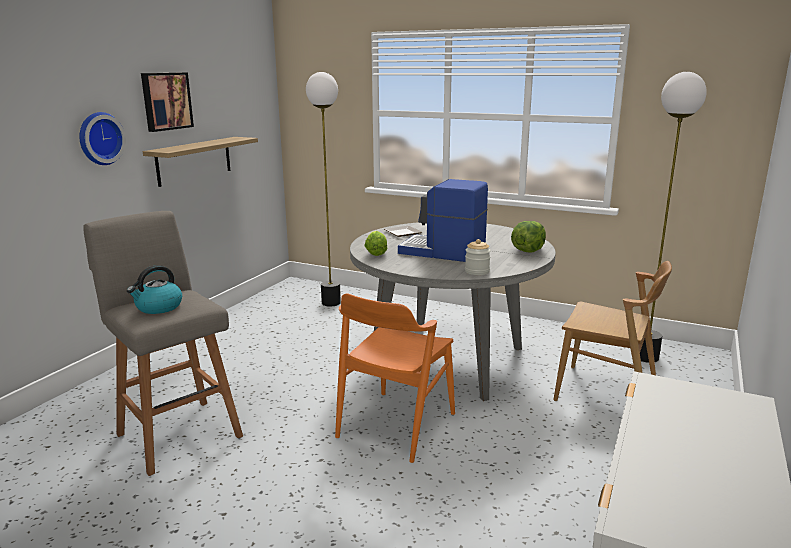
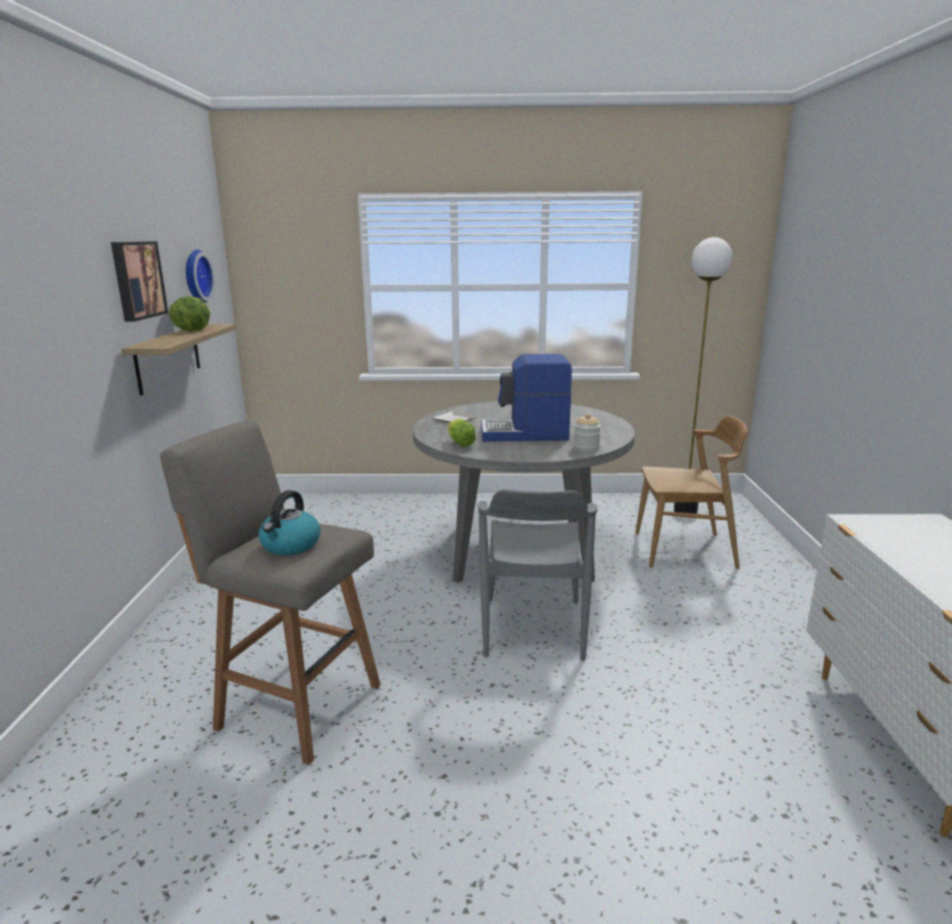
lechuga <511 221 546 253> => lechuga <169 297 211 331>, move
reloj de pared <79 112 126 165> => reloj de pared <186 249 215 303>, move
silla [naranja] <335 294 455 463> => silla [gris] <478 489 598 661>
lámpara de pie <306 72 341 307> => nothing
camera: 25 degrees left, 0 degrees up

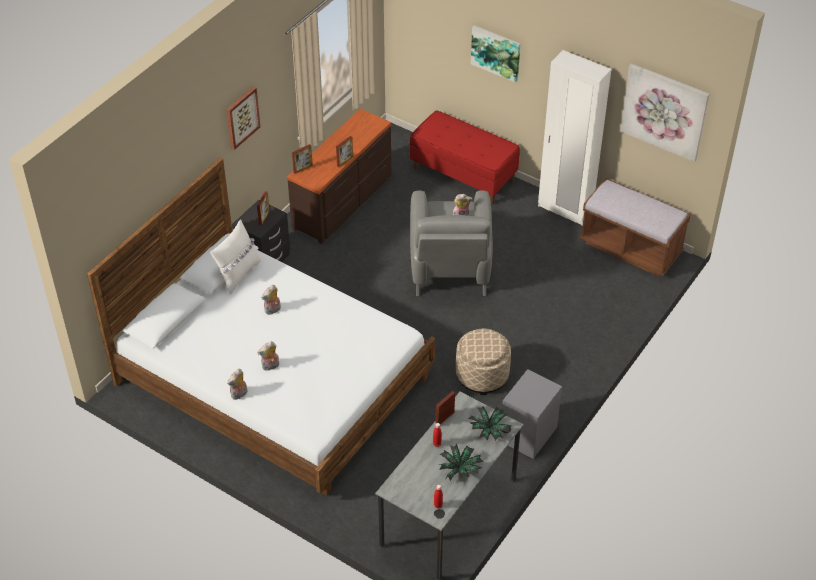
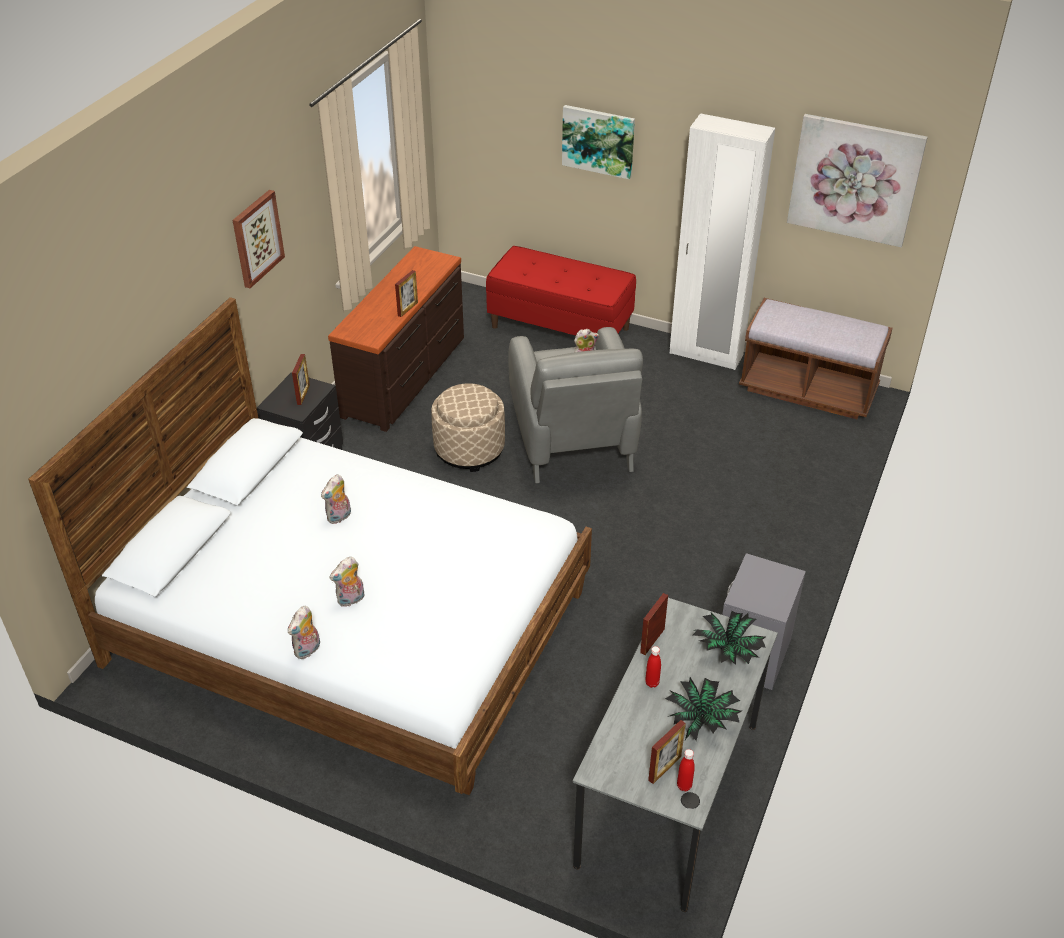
puf [beis] <456 329 511 395> => puf [beis] <431 383 505 472>, move
portarretratos <292 144 313 174> => portarretratos <648 720 686 784>, move
cojín [blanco] <210 219 261 294> => nothing
camera: 10 degrees left, 5 degrees down

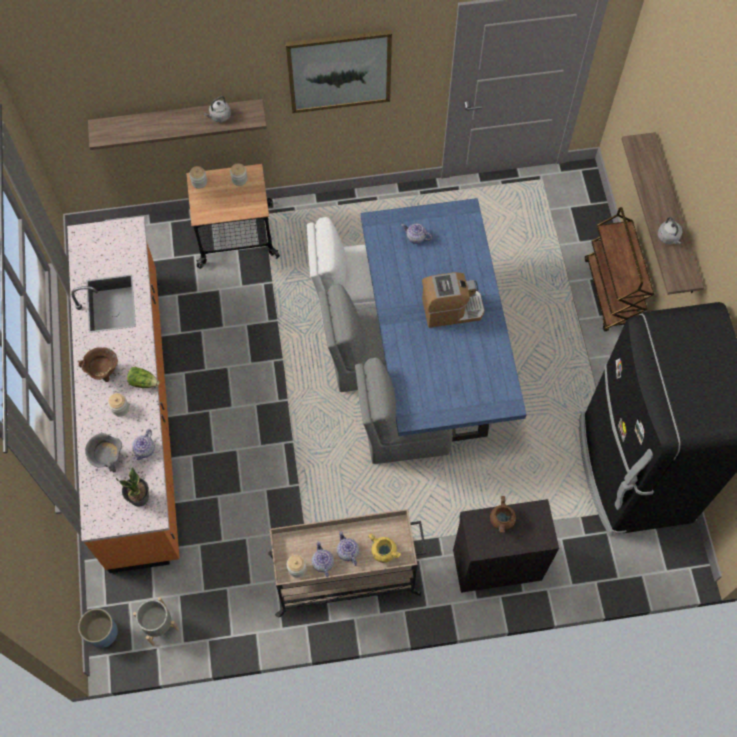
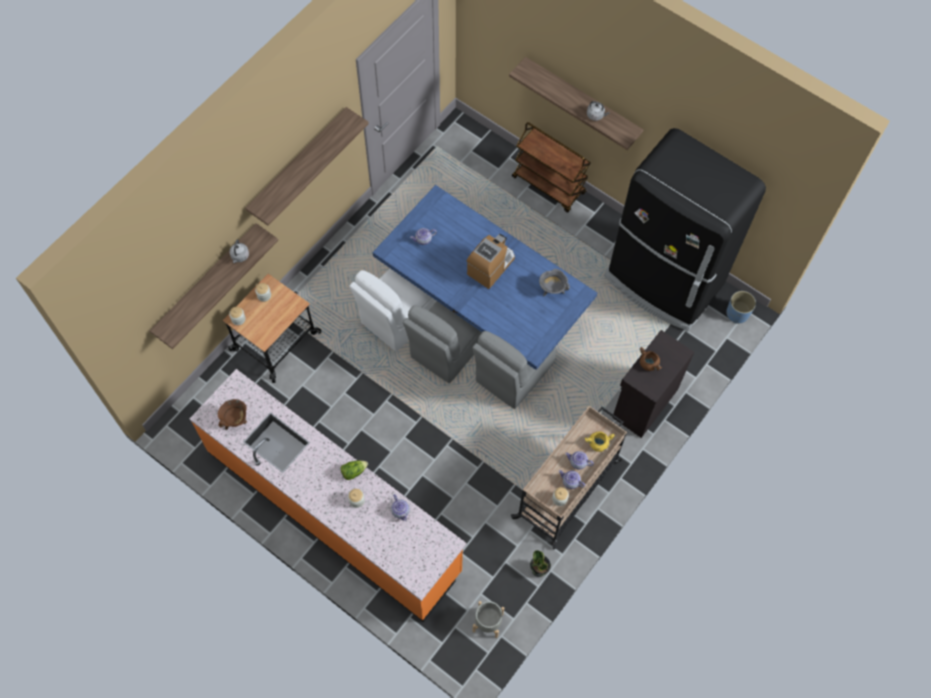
olla [marrón] <79 347 118 382> => olla [marrón] <218 399 247 430>, move
cuadro <285 30 392 113> => estante <245 107 369 226>
planta en maceta <116 467 149 507> => planta en maceta <530 550 551 577>, move
olla [gris] <85 433 122 472> => olla [gris] <539 269 570 297>, move
maceta [azul] <78 608 118 648> => maceta [azul] <726 291 756 324>, move
camera: 45 degrees left, 0 degrees up

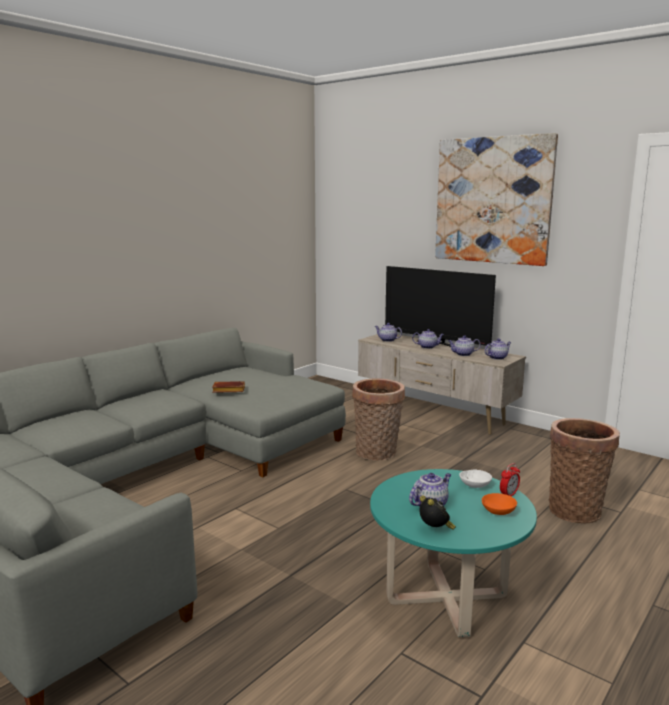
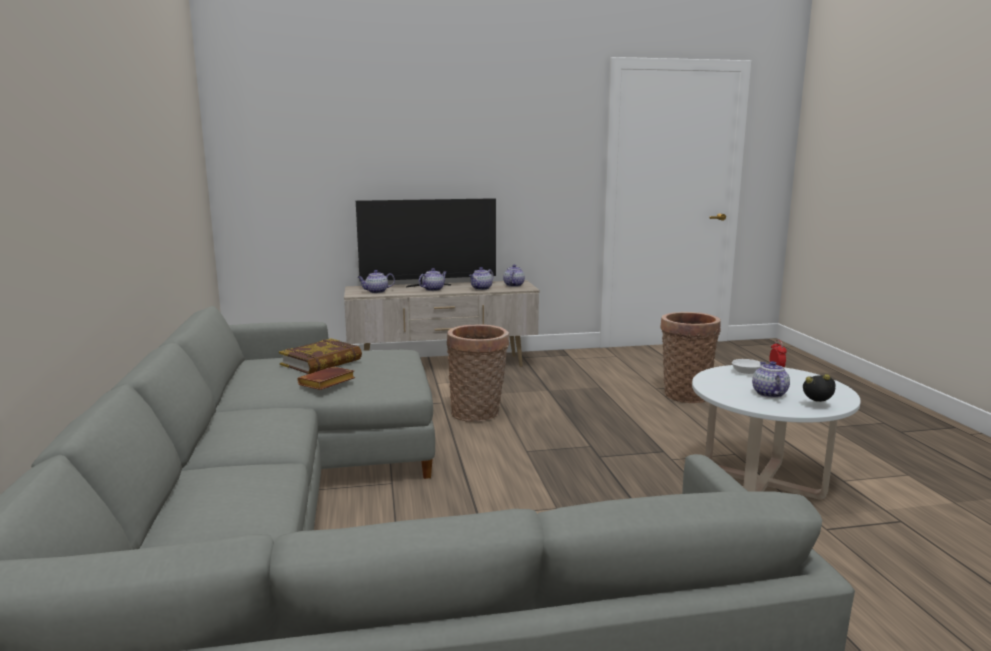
nothing => libro <279 338 362 374>
mesa de centro [turquesa] <370 469 537 637> => mesa de centro [blanco] <692 365 861 500>
cuadro <435 133 558 266> => nothing
cuenco [naranja] <482 493 517 515> => nothing
camera: 50 degrees left, 0 degrees up

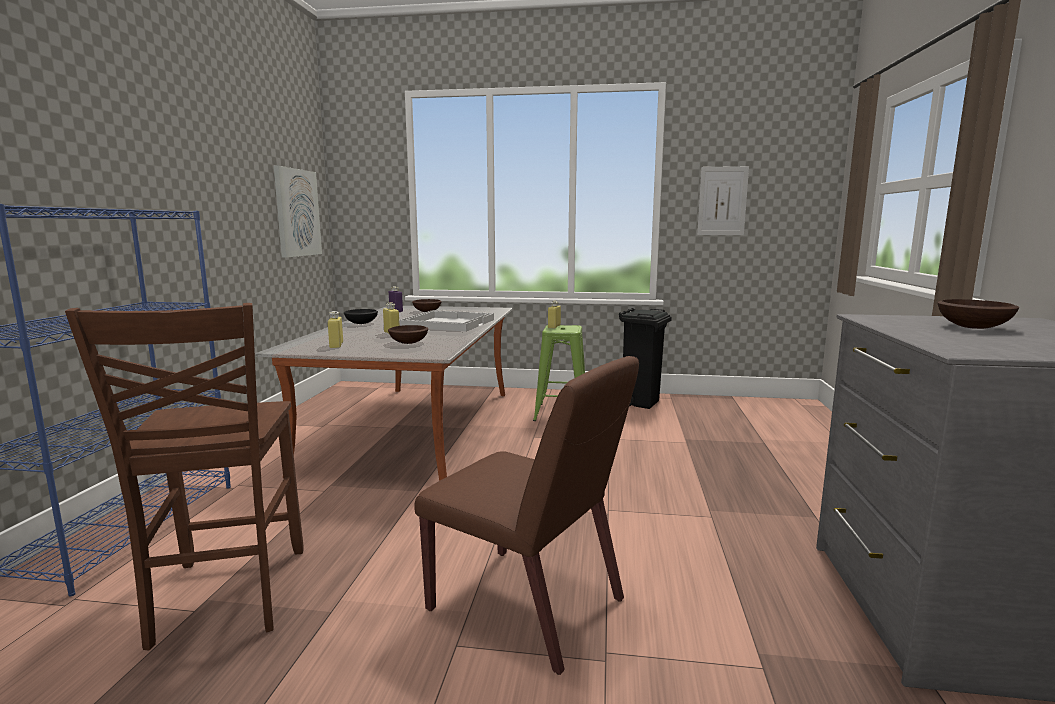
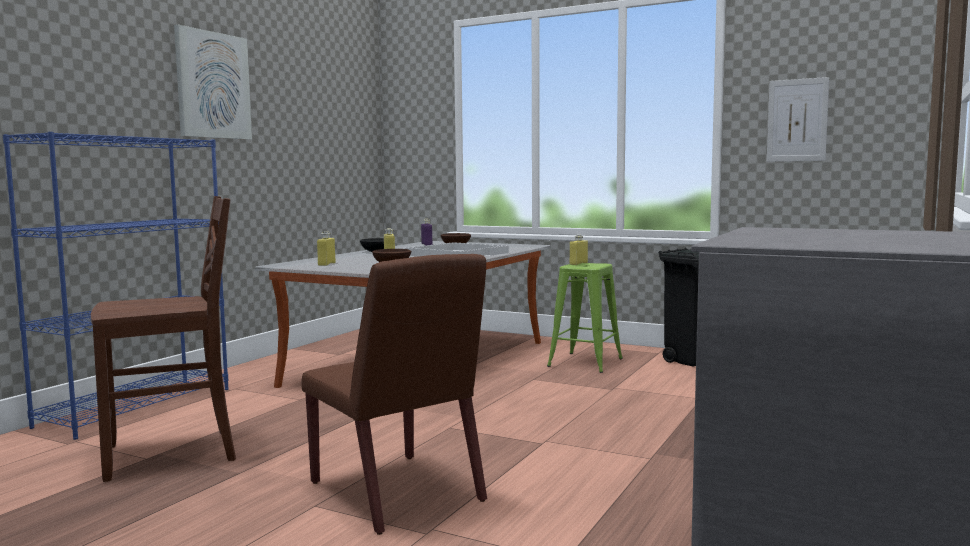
silla [marrón] <65 303 304 650> => silla [marrón] <91 196 236 482>, 120 degrees counterclockwise
cuadro <274 166 322 258> => cuadro <174 25 252 140>, move
cuenco [marrón] <938 299 1019 329> => nothing
camera: 20 degrees right, 5 degrees down

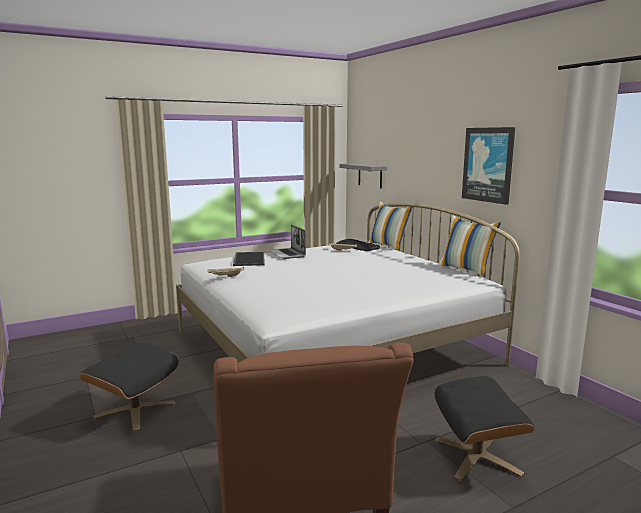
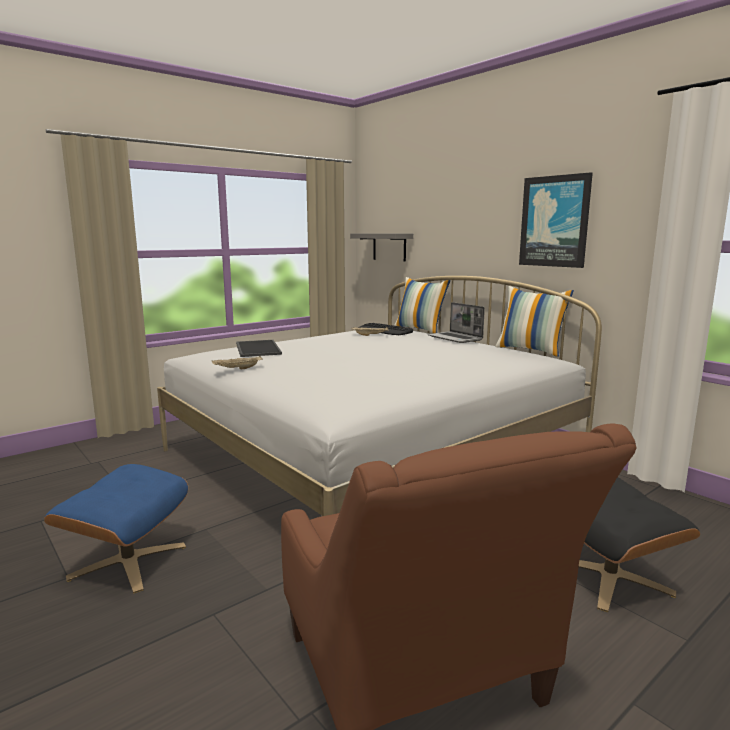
puf [negro] <79 342 179 432> => puf [azul] <44 464 188 593>
portátil <268 224 306 259> => portátil <428 302 485 343>, move
camera: 10 degrees left, 0 degrees up

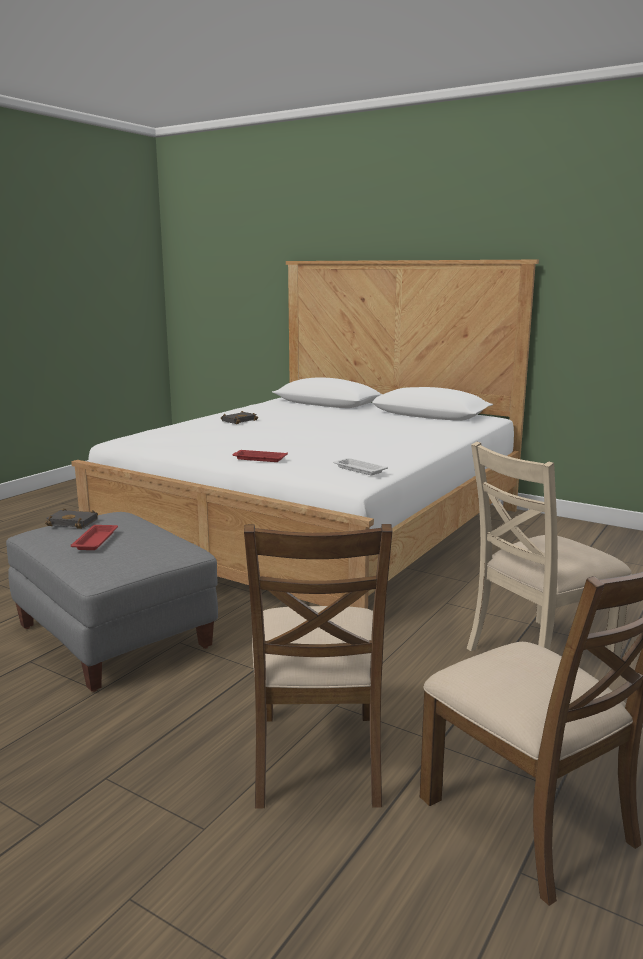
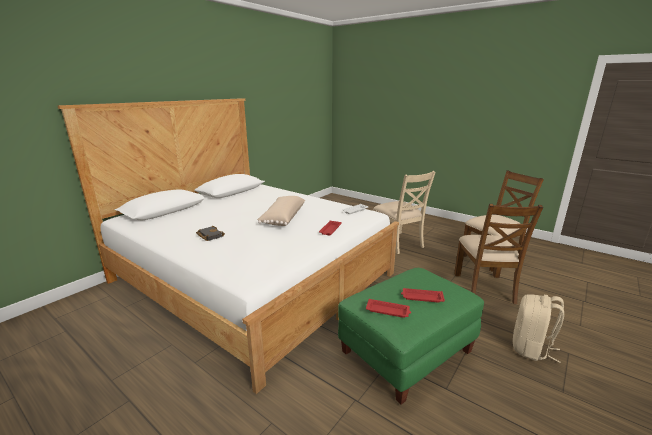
nothing => cojín [beis] <257 196 305 226>
puf [gris] <6 512 218 692> => puf [verde] <338 268 484 405>
libro [negro] <45 508 98 529> => bandeja [rojo] <366 299 411 318>
silla [marrón] <244 524 392 808> => silla [marrón] <454 204 543 304>, 90 degrees clockwise
nothing => mochila [beis] <513 294 564 363>
camera: 85 degrees left, 5 degrees up

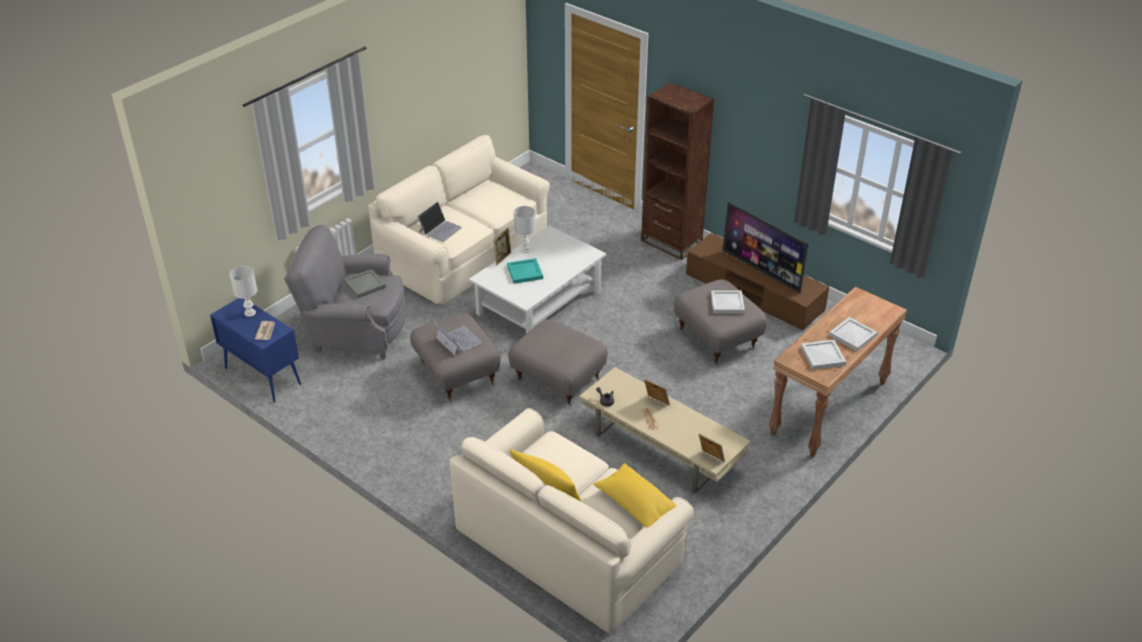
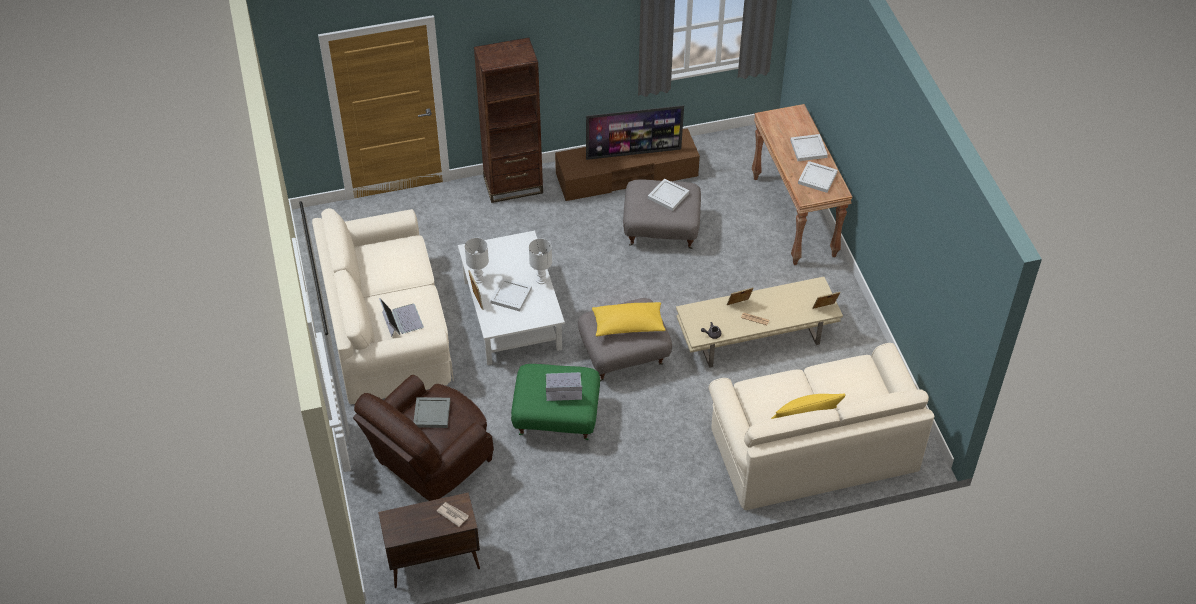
sillón [gris] <284 225 406 360> => sillón [marrón] <353 375 494 501>
armario [azul] <210 298 301 402> => armario [marrón] <378 492 480 588>
bandeja [turquesa] <507 258 543 284> => bandeja [blanco] <490 278 532 312>
puf [gris] <410 313 501 401> => puf [verde] <511 364 600 440>
lámpara de mesa [blanco] <230 266 257 317> => lámpara de mesa [blanco] <529 239 552 284>, move
cojín [amarillo] <593 463 677 527> => cojín [amarillo] <592 302 665 336>, move
camera: 55 degrees left, 10 degrees up

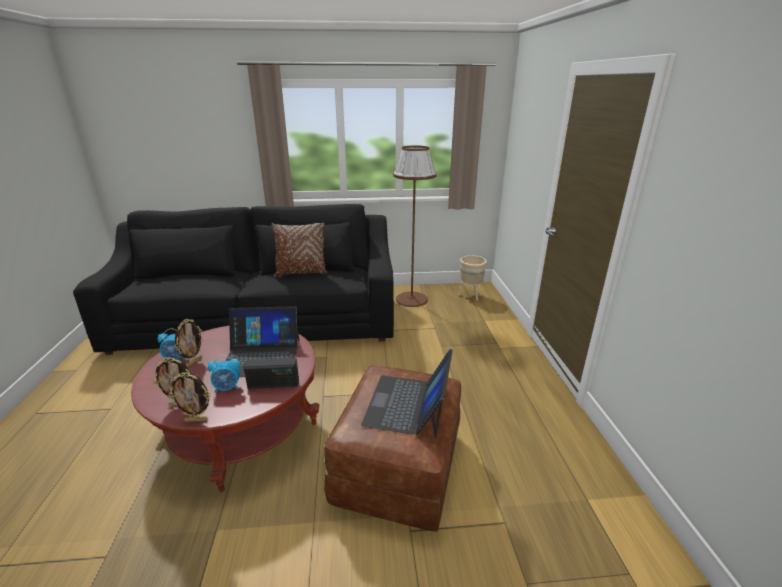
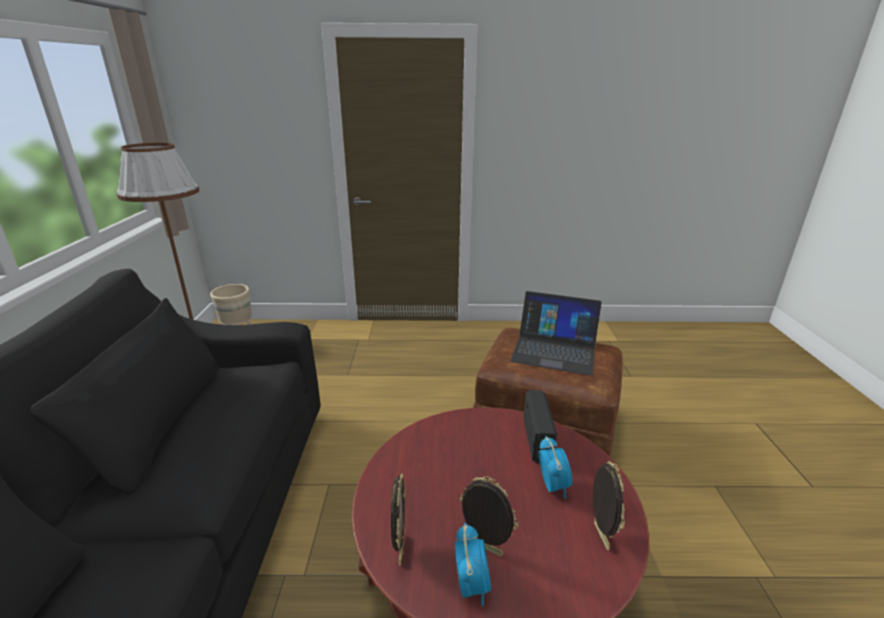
portarretratos <168 372 211 422> => portarretratos <391 473 405 566>, move
portátil <225 306 299 377> => nothing
cojín [marrón] <271 222 328 277> => nothing
camera: 85 degrees left, 0 degrees up

